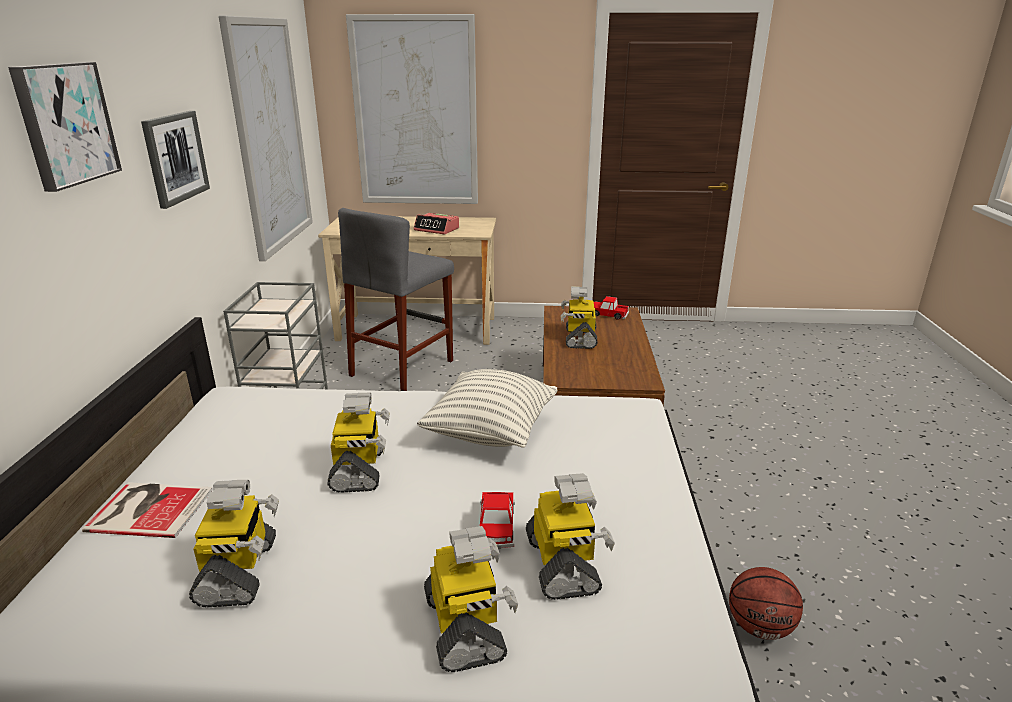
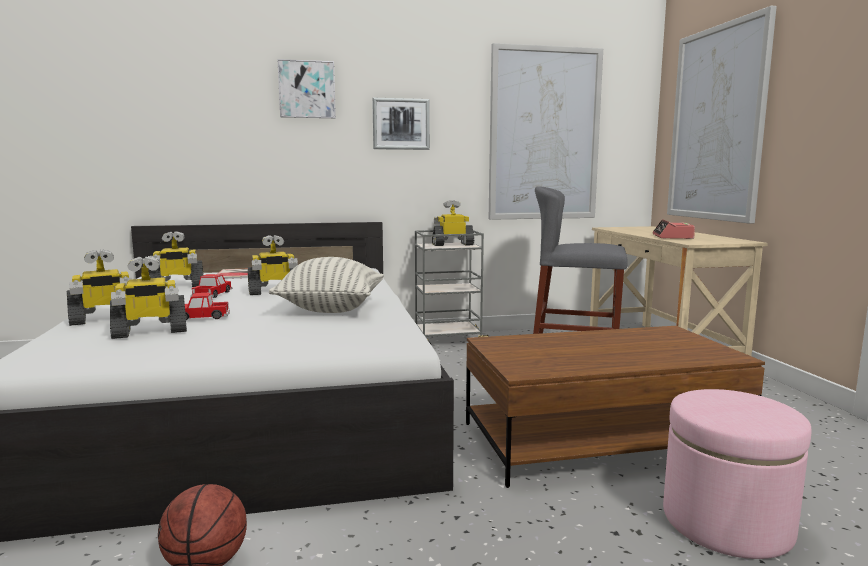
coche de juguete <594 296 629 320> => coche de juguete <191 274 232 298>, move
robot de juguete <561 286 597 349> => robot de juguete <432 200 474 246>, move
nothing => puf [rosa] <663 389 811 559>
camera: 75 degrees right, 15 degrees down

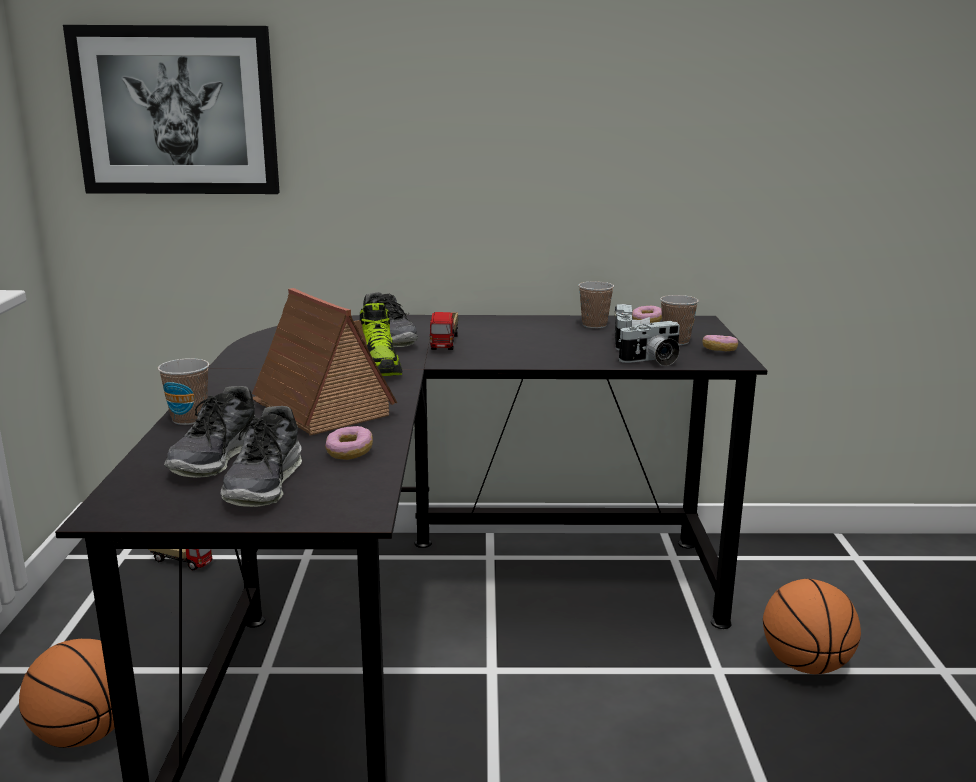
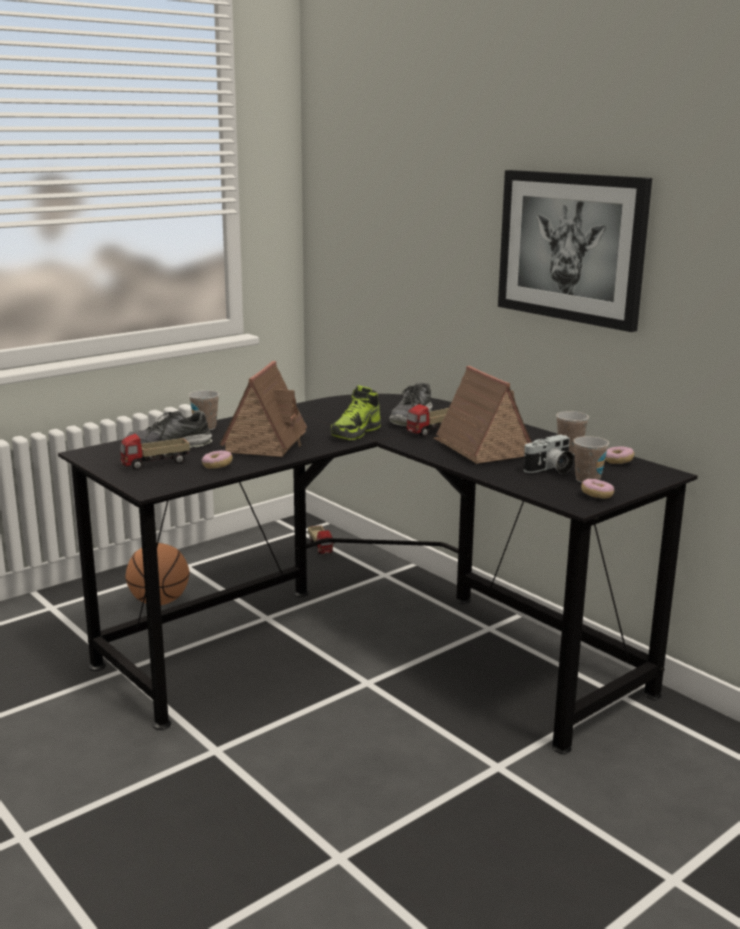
zapato <220 406 302 507> => camión de juguete <120 434 190 470>
nothing => casita <434 366 532 464>
cuadro <63 25 280 194> => cuadro <498 170 652 332>, move
cámara <618 321 680 366> => nothing
balón de baloncesto <763 579 861 674> => nothing
camera: 50 degrees right, 0 degrees up

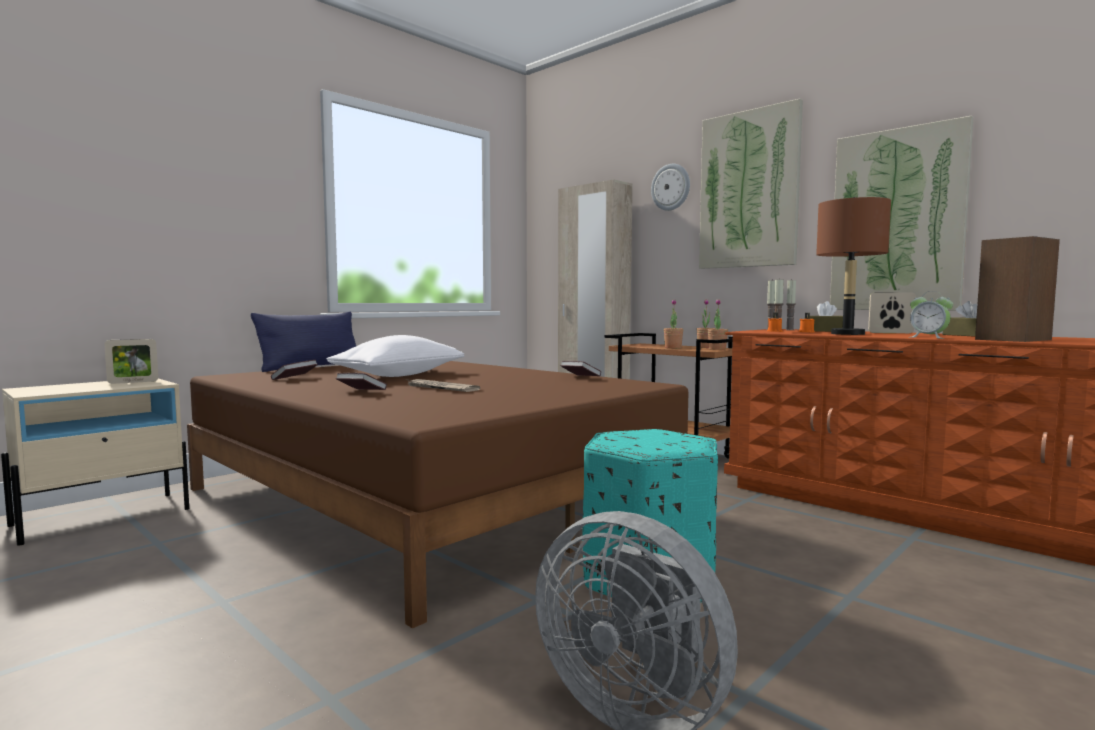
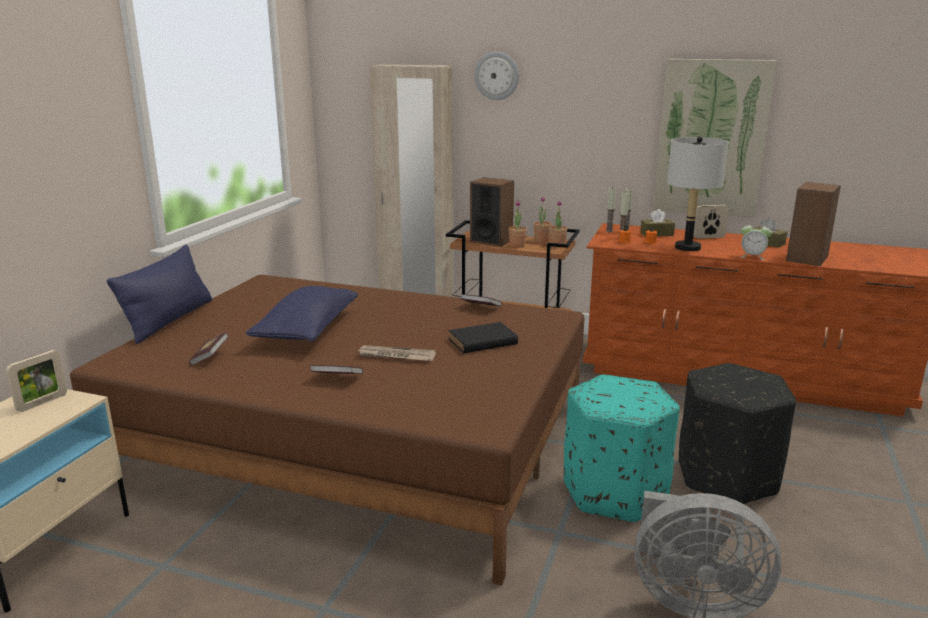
cojín [blanco] <327 335 464 377> => cojín [azul] <246 286 358 341>
nothing => libro [negro] <449 322 518 353>
nothing => altavoz <470 177 514 247>
lámpara de mesa [marrón] <816 197 891 335> => lámpara de mesa [gris] <667 136 729 251>
nothing => puf [negro] <679 363 796 504>
cuadro <699 98 803 269> => nothing
camera: 25 degrees left, 15 degrees up

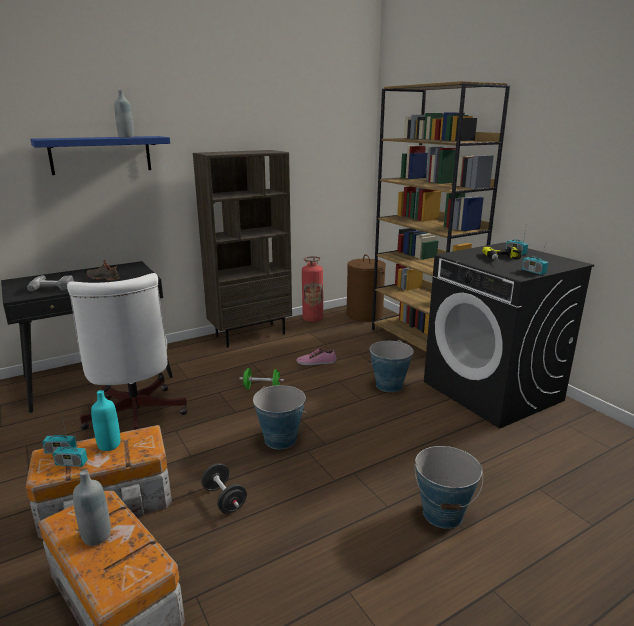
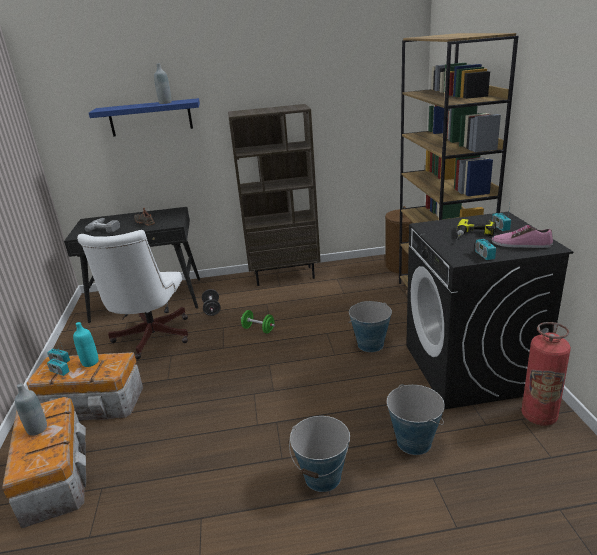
mancuerna [negro] <201 463 247 514> => mancuerna [negro] <202 289 221 316>, move
cubo <253 385 306 449> => cubo <387 384 445 455>, move
zapato <296 349 336 365> => zapato <492 225 553 248>, move
extintor <302 256 323 322> => extintor <521 322 571 426>, move
camera: 25 degrees right, 5 degrees up

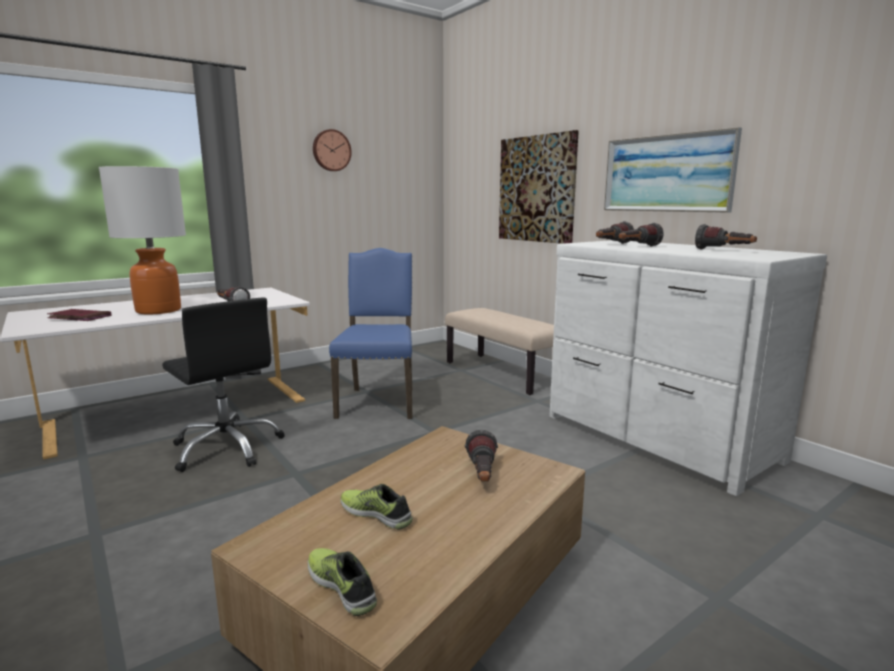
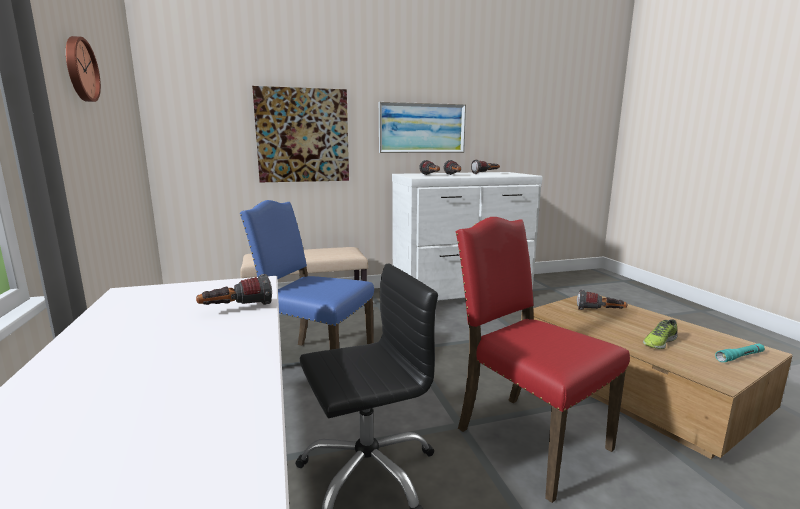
nothing => silla [rojo] <456 217 630 503>
zapato <307 548 377 616> => linterna [turquesa] <715 343 765 362>
libro [rojo] <47 309 111 321> => nothing
lámpara de mesa <99 166 186 314> => nothing
camera: 70 degrees left, 0 degrees up

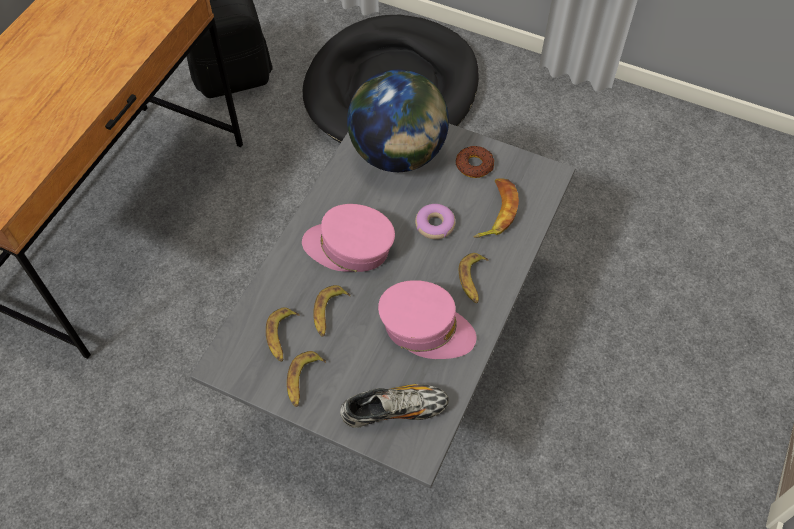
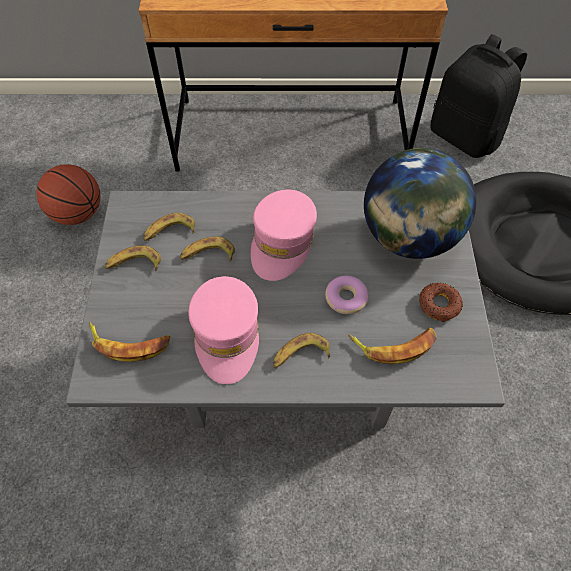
nothing => balón de baloncesto <37 164 100 225>
zapato <340 384 449 428> => plátano <89 322 170 362>
gorra [rosa] <302 204 395 272> => gorra [rosa] <251 190 317 281>, 150 degrees counterclockwise
camera: 65 degrees right, 0 degrees up

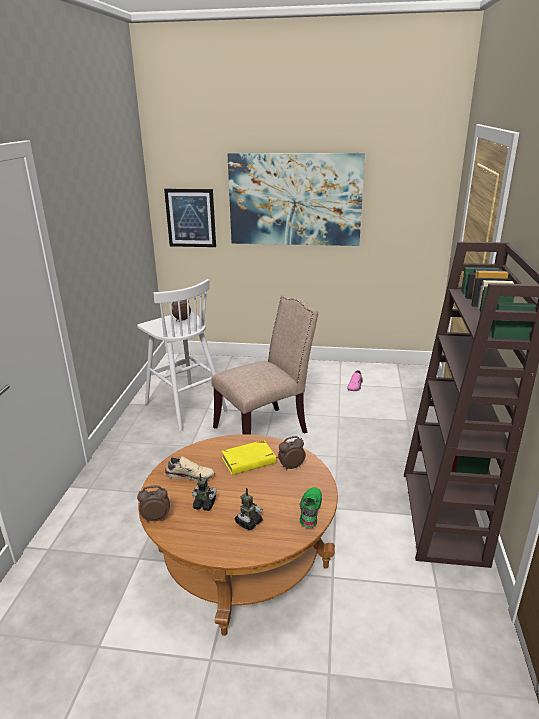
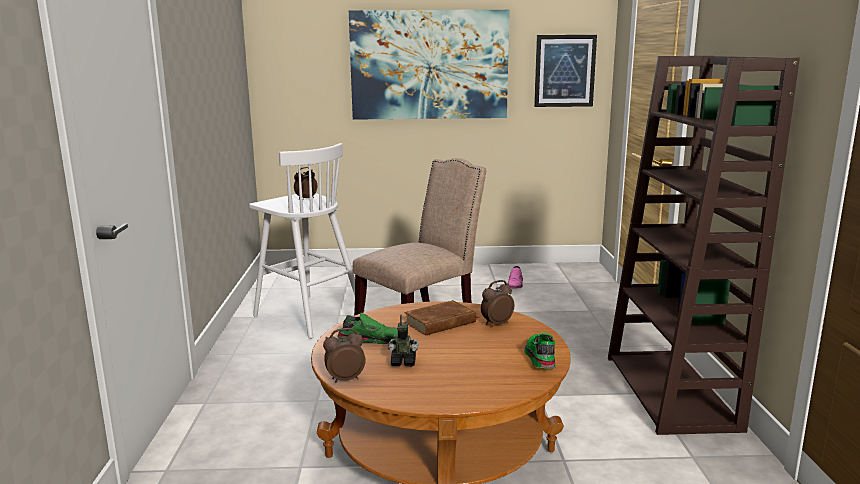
zapato [beis] <165 456 215 482> => zapato [verde] <338 313 398 344>
libro [amarillo] <222 440 279 475> => libro [marrón] <404 300 480 336>
cuadro <164 189 216 247> => cuadro <534 35 597 107>, move
robot de juguete <235 488 263 530> => nothing
camera: 10 degrees left, 10 degrees down

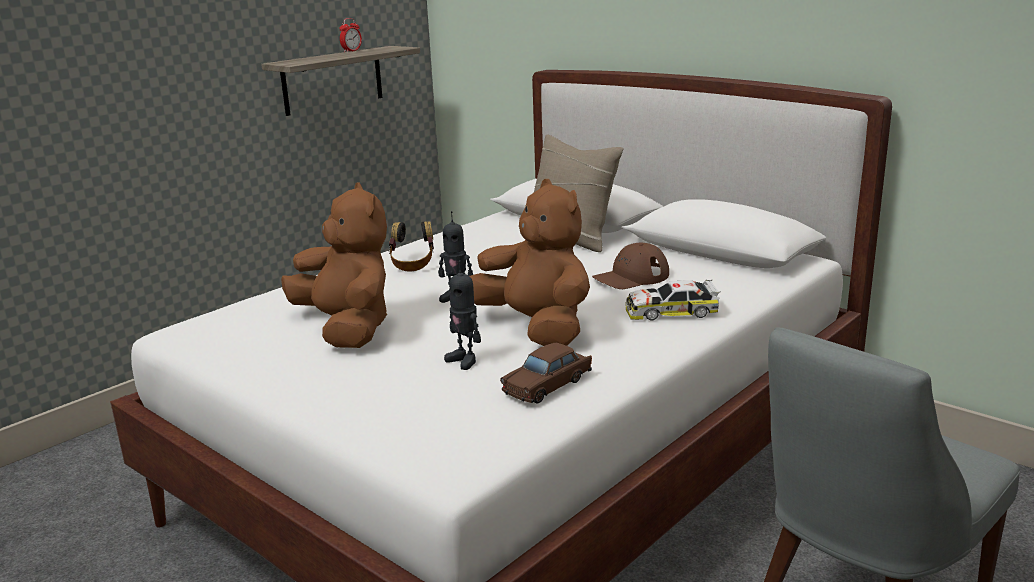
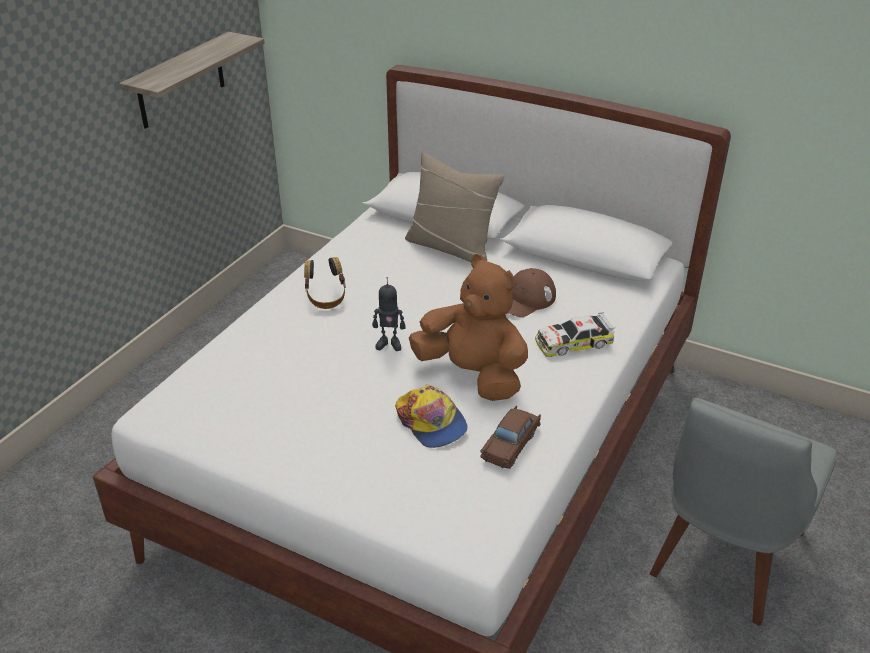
robot de juguete <444 260 481 370> => gorra <395 384 468 448>
peluche [marrón] <281 183 387 348> => nothing
despertador <340 18 362 53> => nothing
camera: 15 degrees left, 15 degrees up

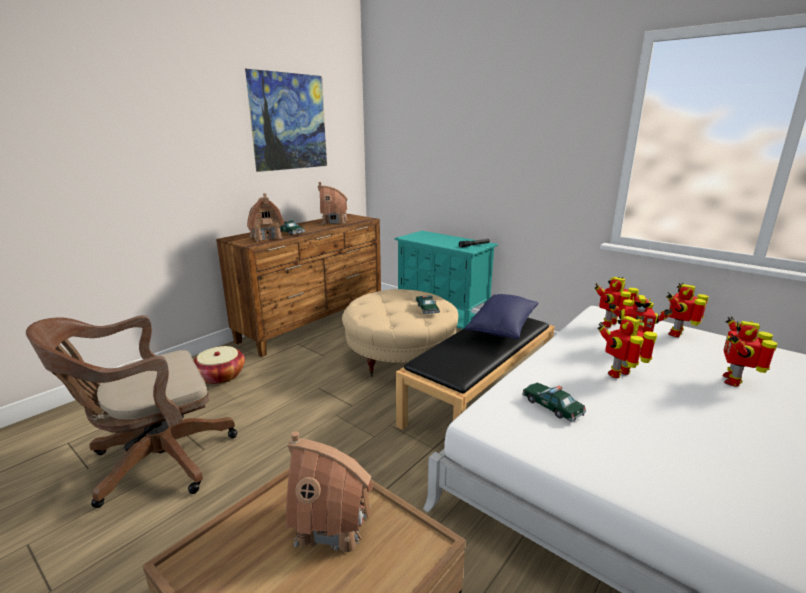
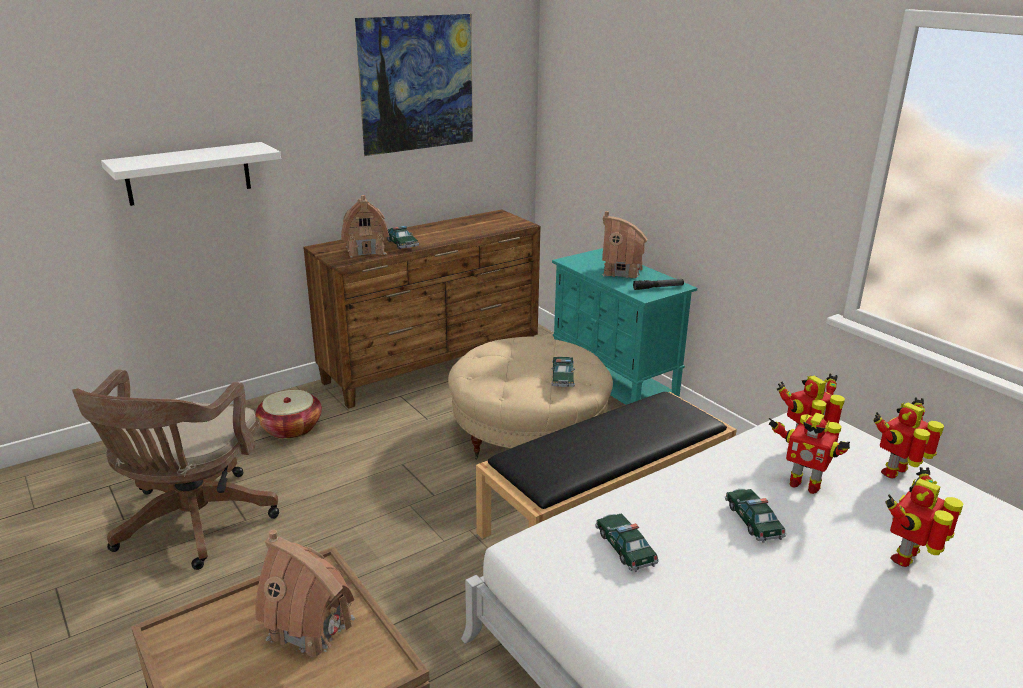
silla de oficina [marrón] <26 315 237 508> => silla de oficina [marrón] <72 369 279 570>, 60 degrees counterclockwise
nothing => estante [blanco] <101 142 281 206>
casita <318 182 348 224> => casita <602 211 647 278>, move
robot de juguete <597 315 657 378> => coche de juguete <725 489 786 543>
cojín [azul] <465 294 538 339> => nothing
camera: 15 degrees right, 5 degrees up

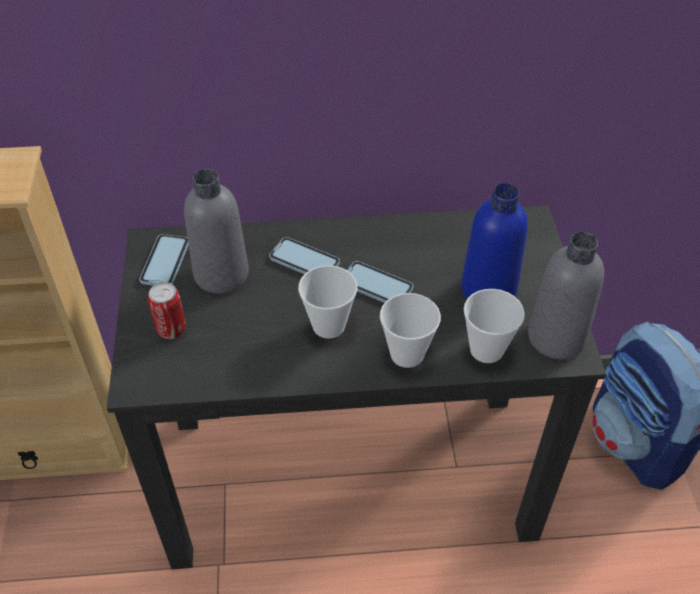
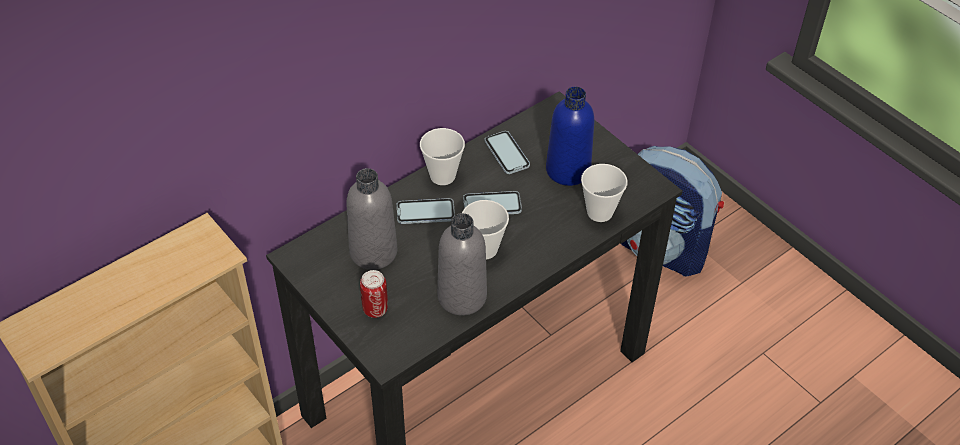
taza <380 293 441 368> => taza <420 128 465 185>, move
botella [gris] <528 232 604 359> => botella [gris] <437 213 487 315>, move
móvil <139 234 189 286> => móvil <485 131 530 174>, move
camera: 35 degrees left, 0 degrees up

